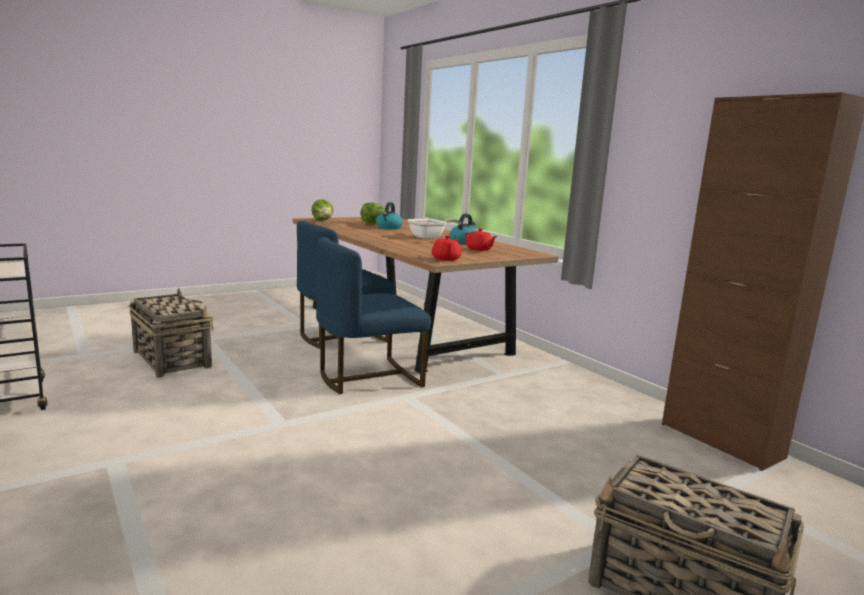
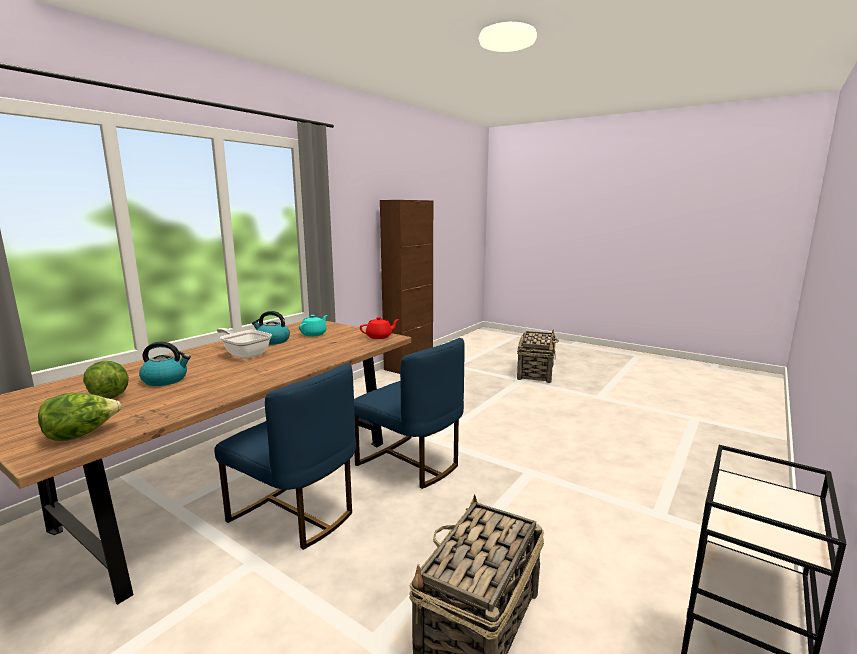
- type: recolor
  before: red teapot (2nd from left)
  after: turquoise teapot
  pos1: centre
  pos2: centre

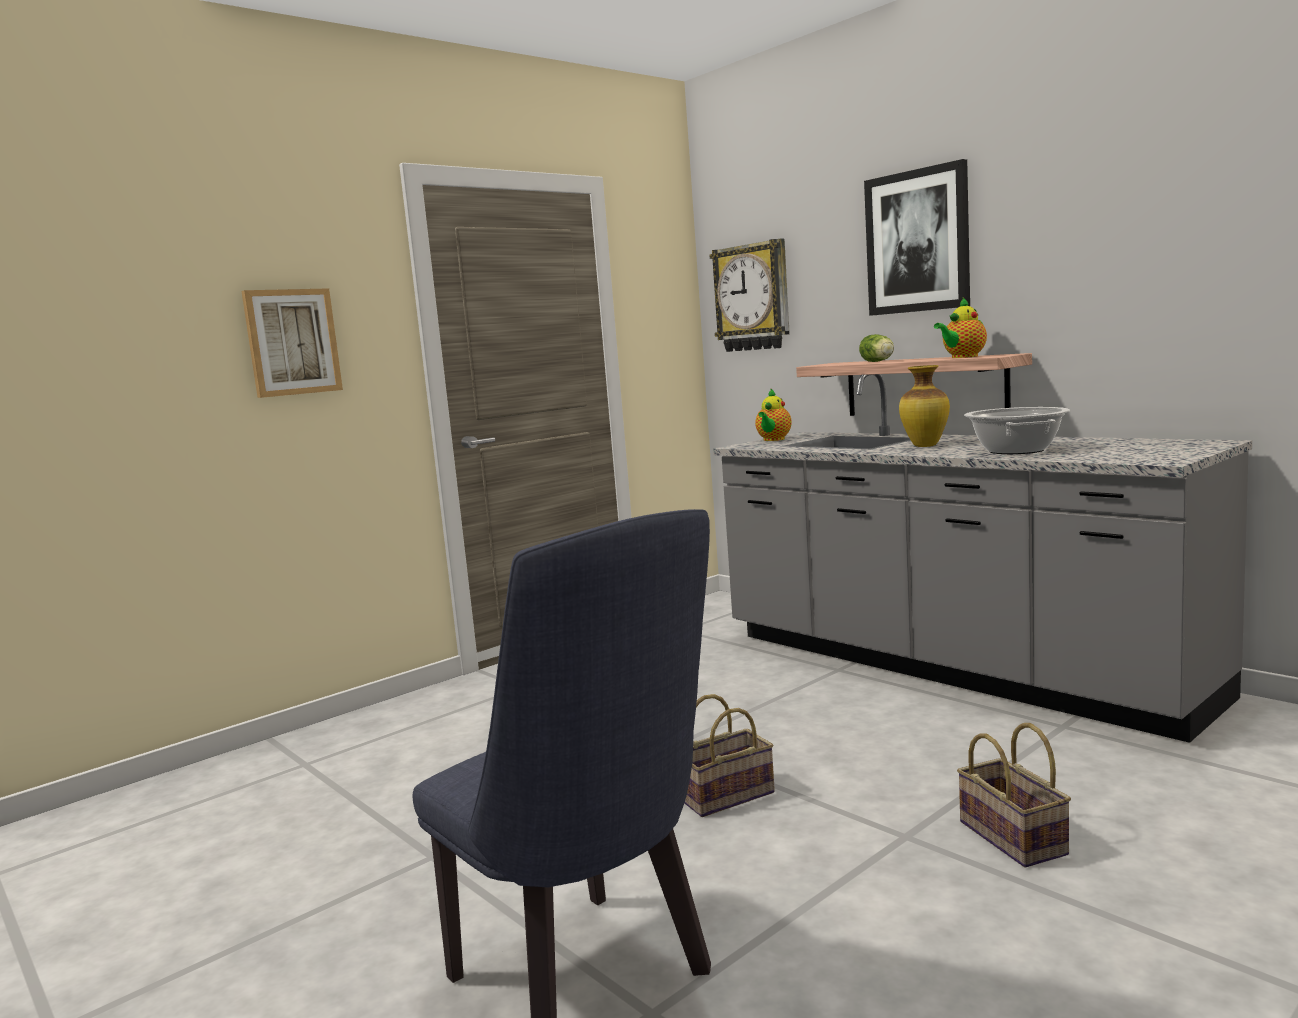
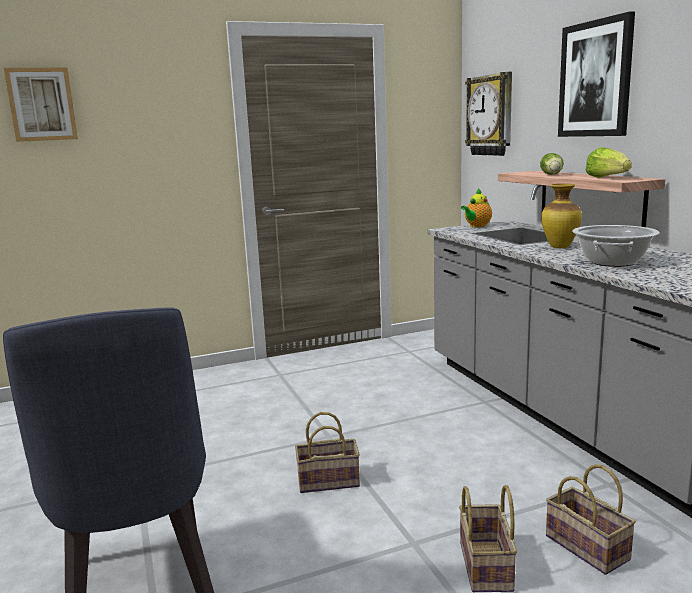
- type: move
  before: picture (1st from left)
  pos1: middle left
  pos2: top left
- type: replace
  before: teapot (2nd from left)
  after: lettuce (2nd from left)
  pos1: top right
  pos2: top right
- type: insert
  after: basket (3rd from left)
  pos2: bottom right

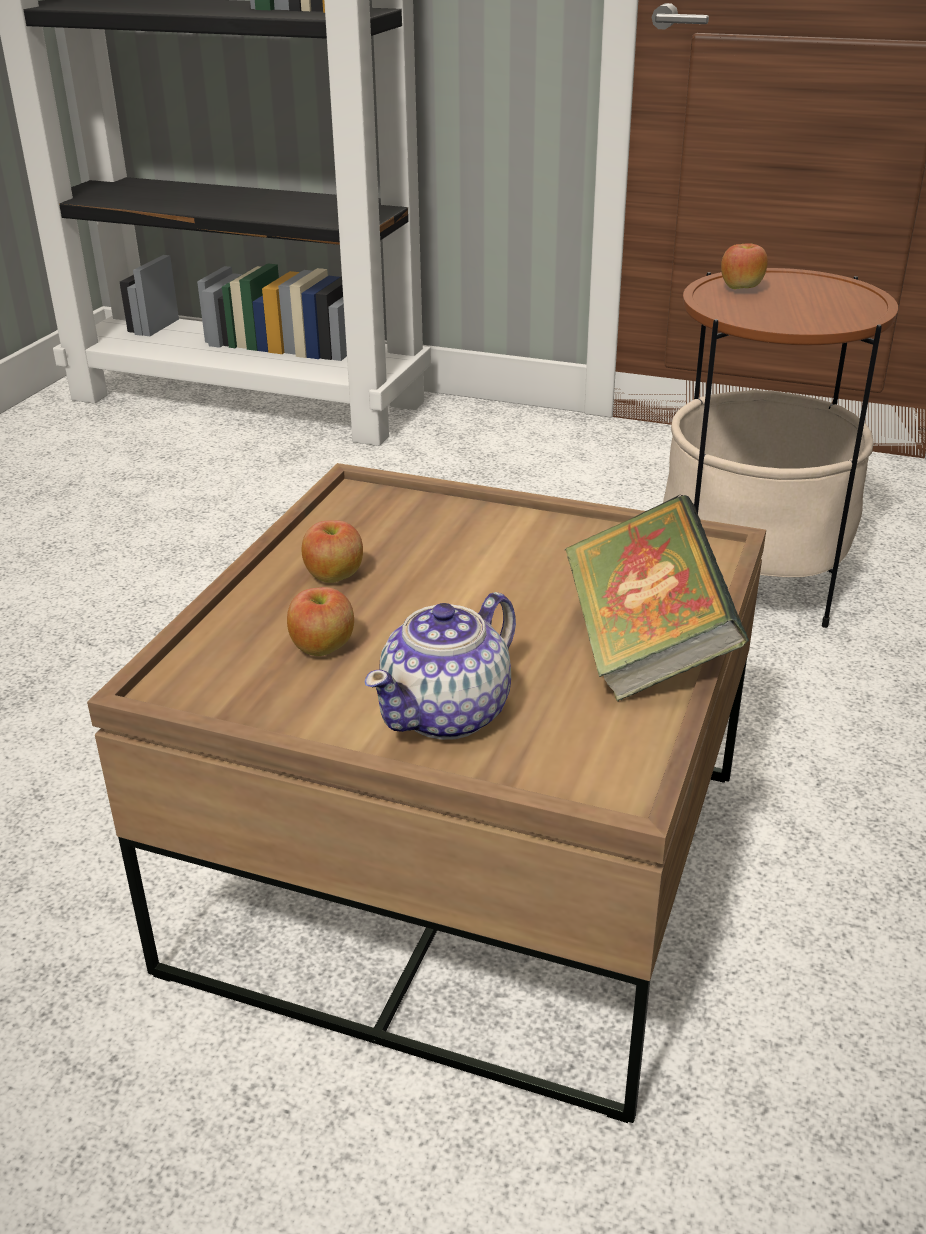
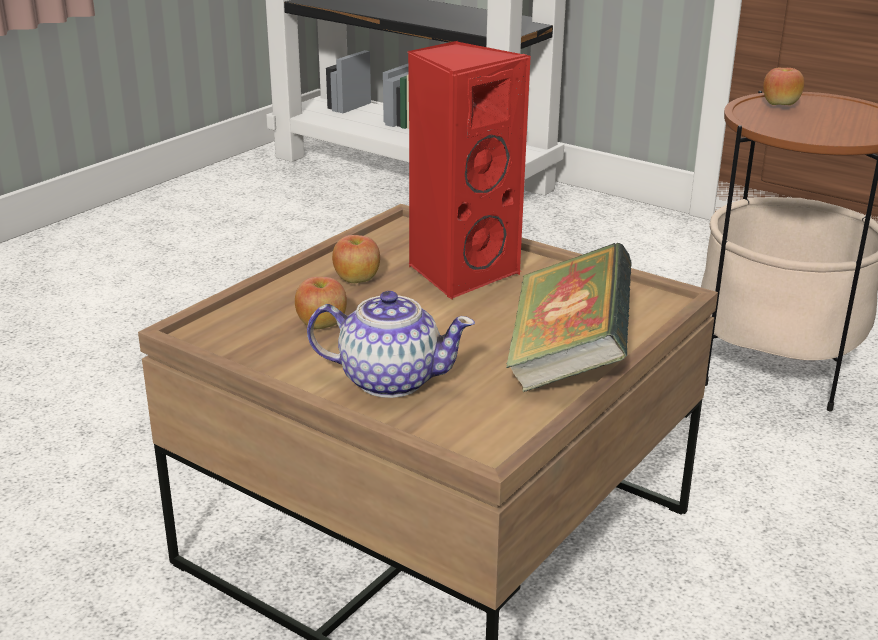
- type: rotate
  before: teapot
  pos1: centre
  pos2: centre
  turn: -135
- type: insert
  after: red speaker
  pos2: top centre

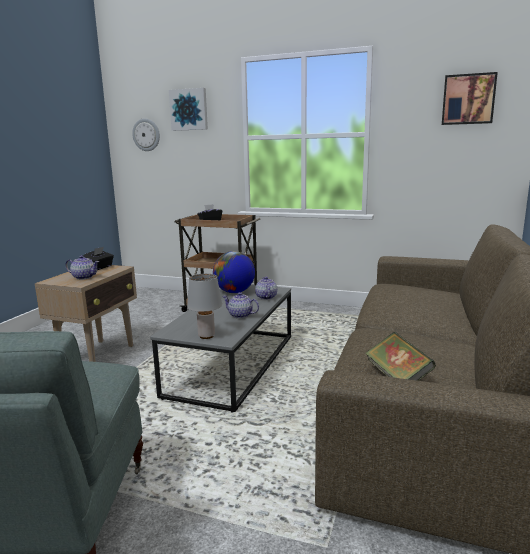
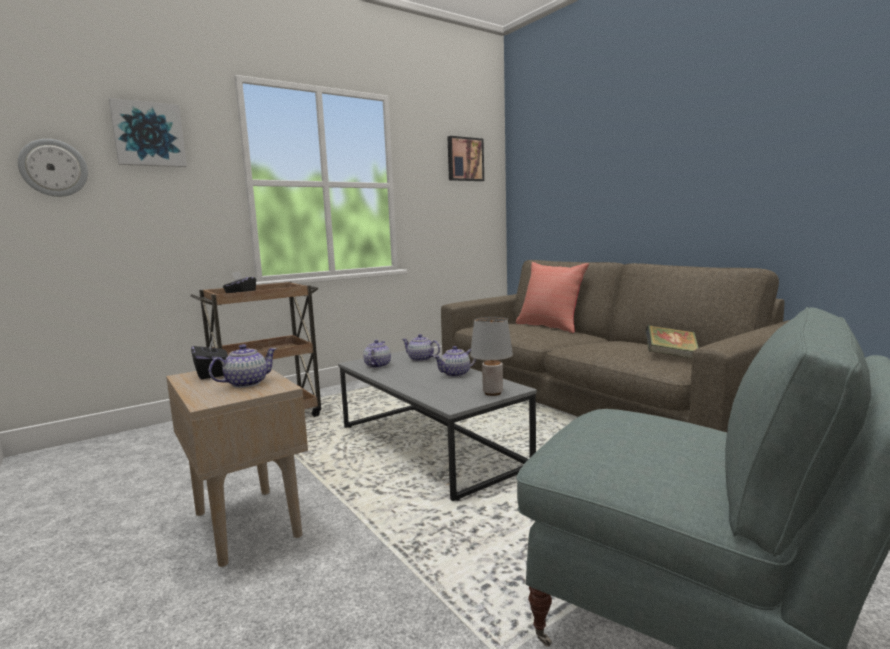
- type: replace
  before: globe
  after: teapot (2nd from left)
  pos1: centre
  pos2: centre
- type: insert
  after: red pillow
  pos2: centre

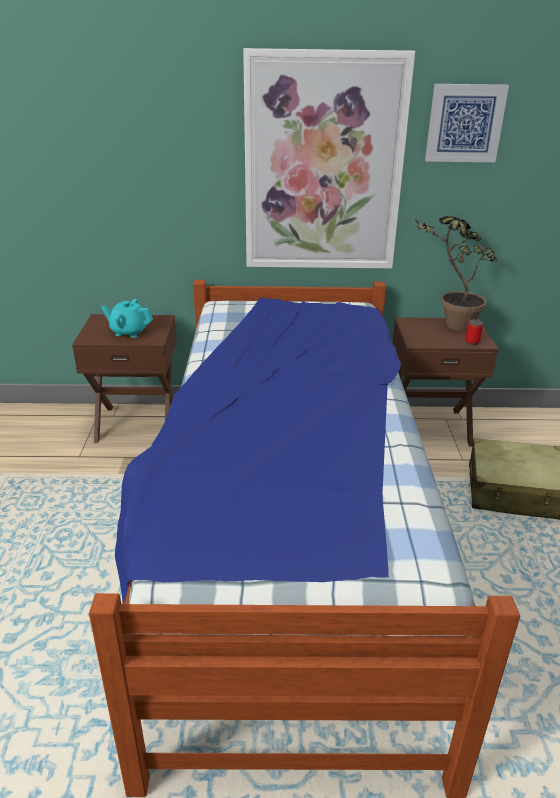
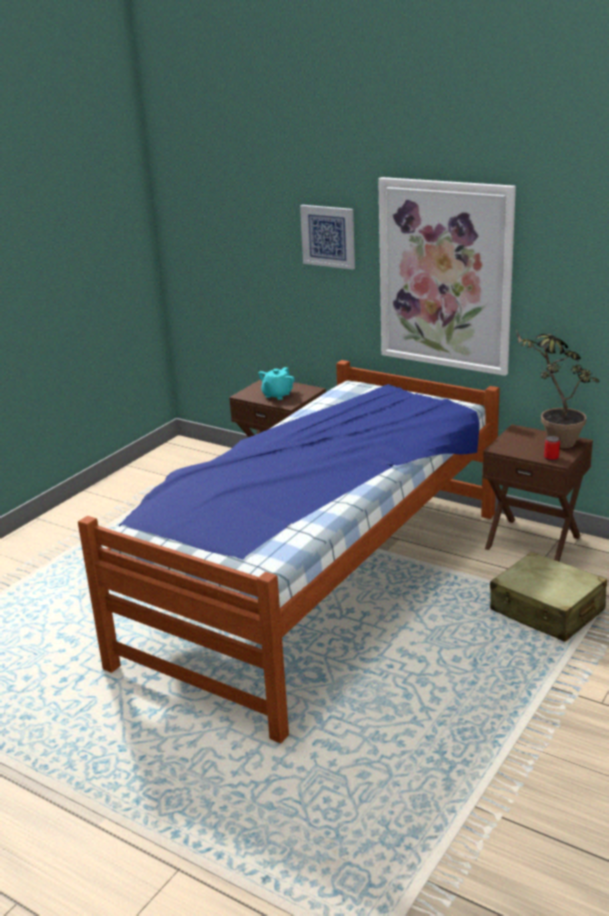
- type: rotate
  before: turquoise teapot
  pos1: middle left
  pos2: centre
  turn: -105
- type: move
  before: picture (2nd from left in the first image)
  after: picture (1st from left)
  pos1: top right
  pos2: top centre

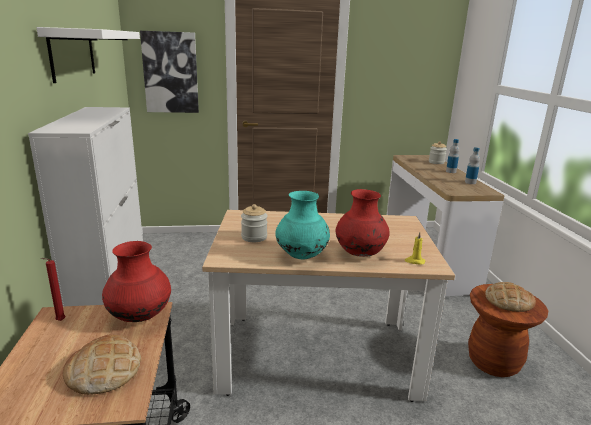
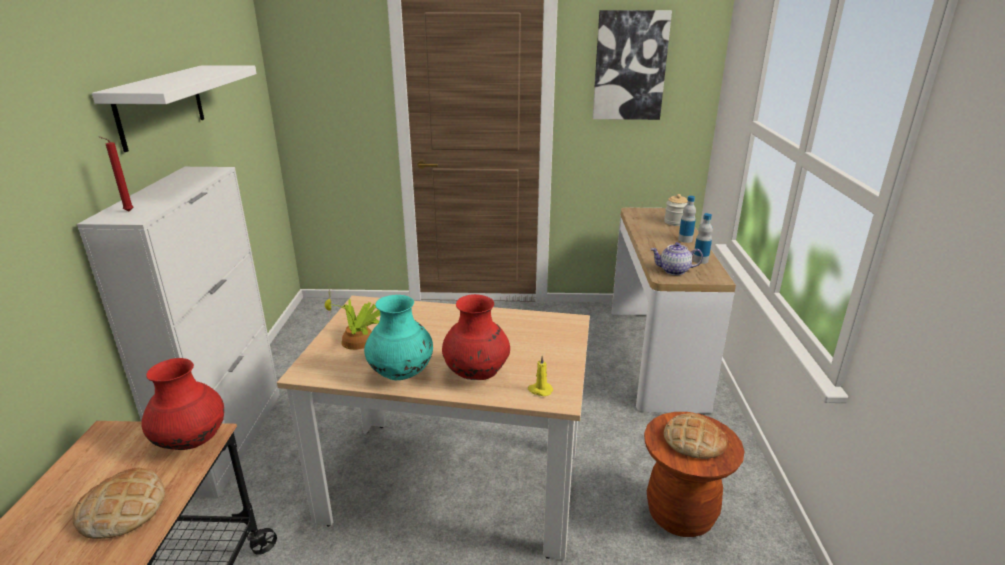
- type: move
  before: red candle
  pos1: bottom left
  pos2: top left
- type: move
  before: picture
  pos1: top left
  pos2: top centre
- type: replace
  before: jar (1st from left)
  after: potted plant
  pos1: centre
  pos2: centre
- type: insert
  after: teapot
  pos2: middle right

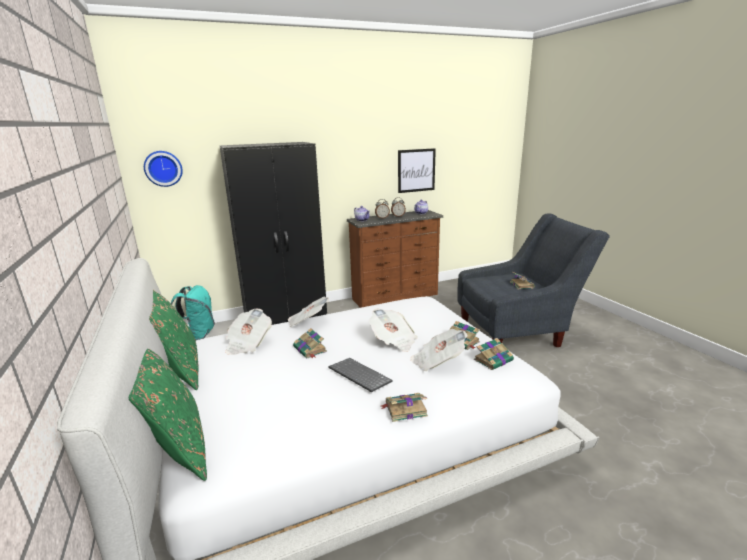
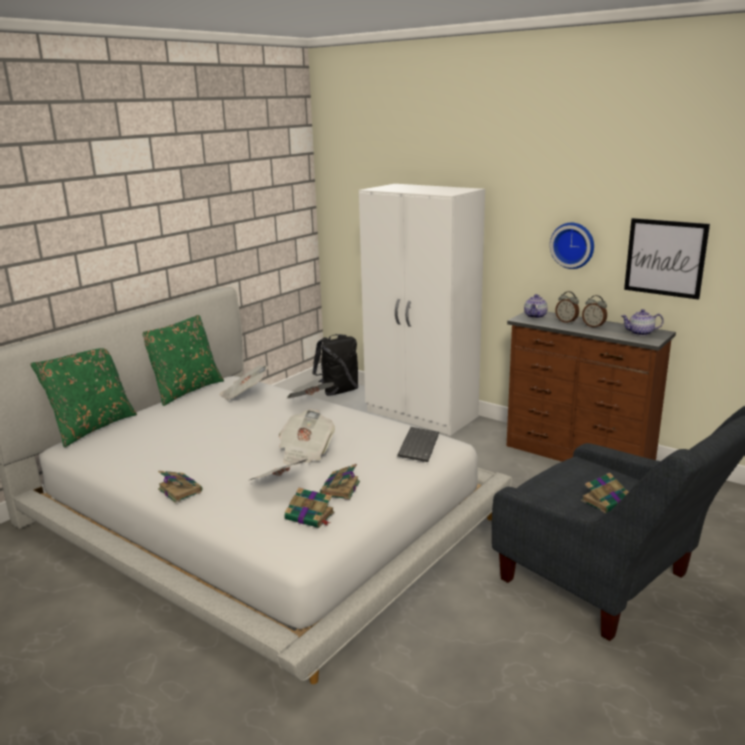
- type: move
  before: wall clock
  pos1: top left
  pos2: top right
- type: recolor
  before: turquoise backpack
  after: black backpack
  pos1: middle left
  pos2: centre
- type: recolor
  before: black wardrobe
  after: white wardrobe
  pos1: centre
  pos2: centre
- type: delete
  before: book (1st from left)
  pos1: centre
- type: move
  before: keyboard
  pos1: bottom centre
  pos2: centre

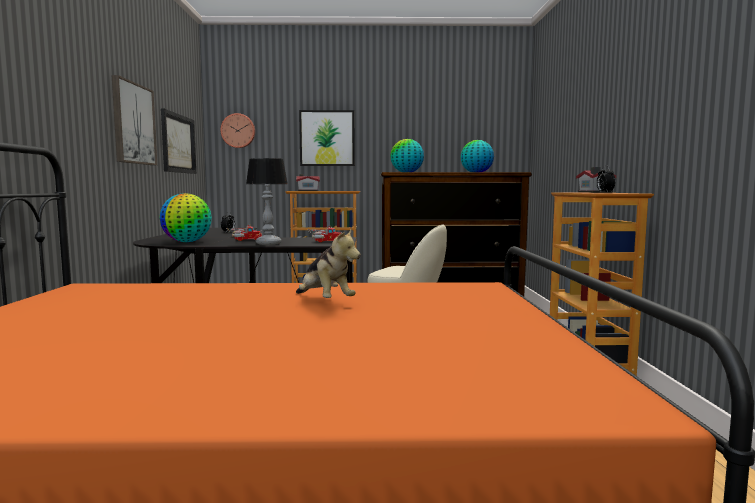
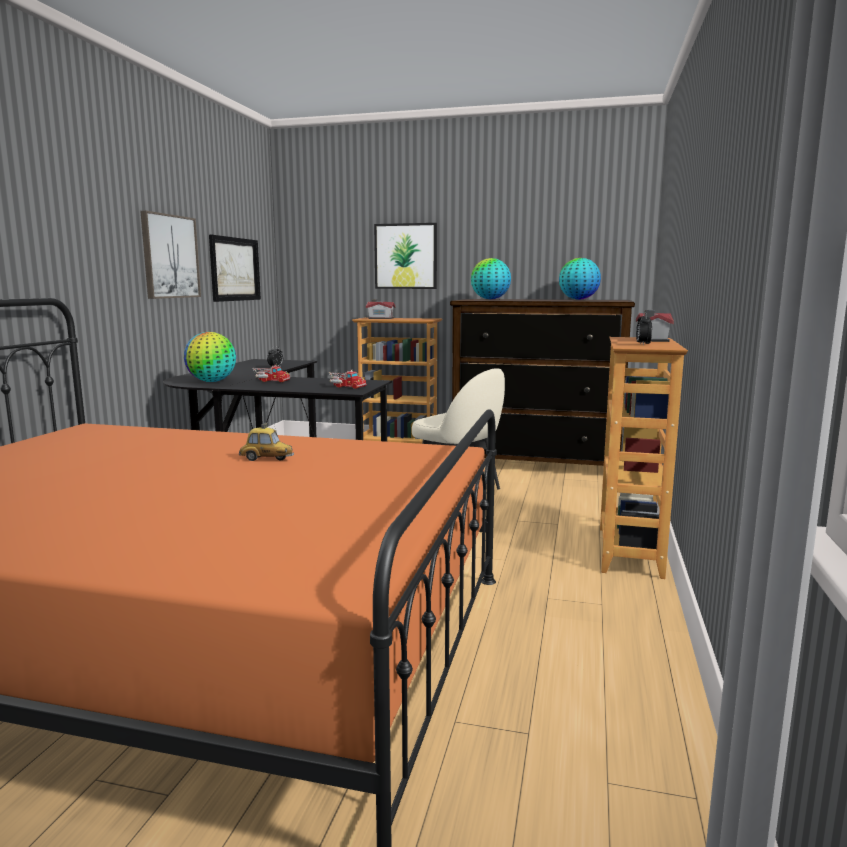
- type: delete
  before: wall clock
  pos1: top left
- type: delete
  before: table lamp
  pos1: centre
- type: replace
  before: plush toy
  after: toy car
  pos1: centre
  pos2: middle left

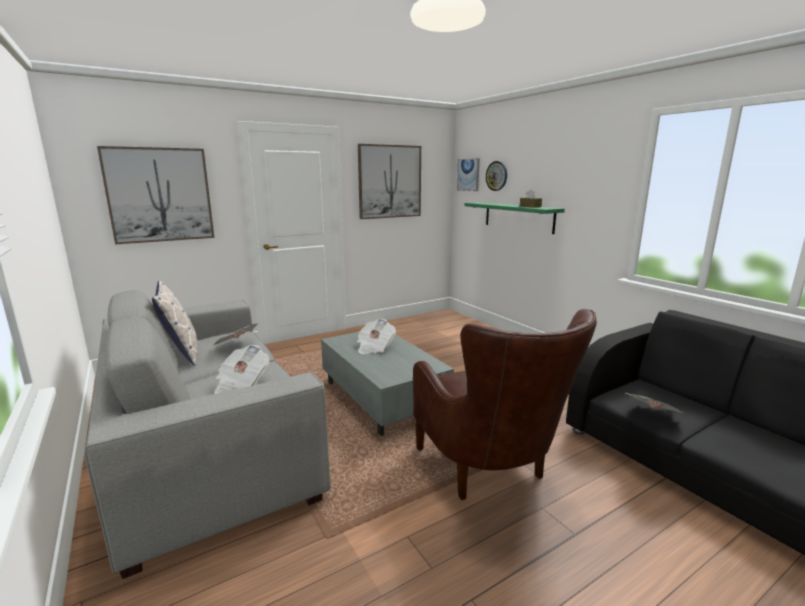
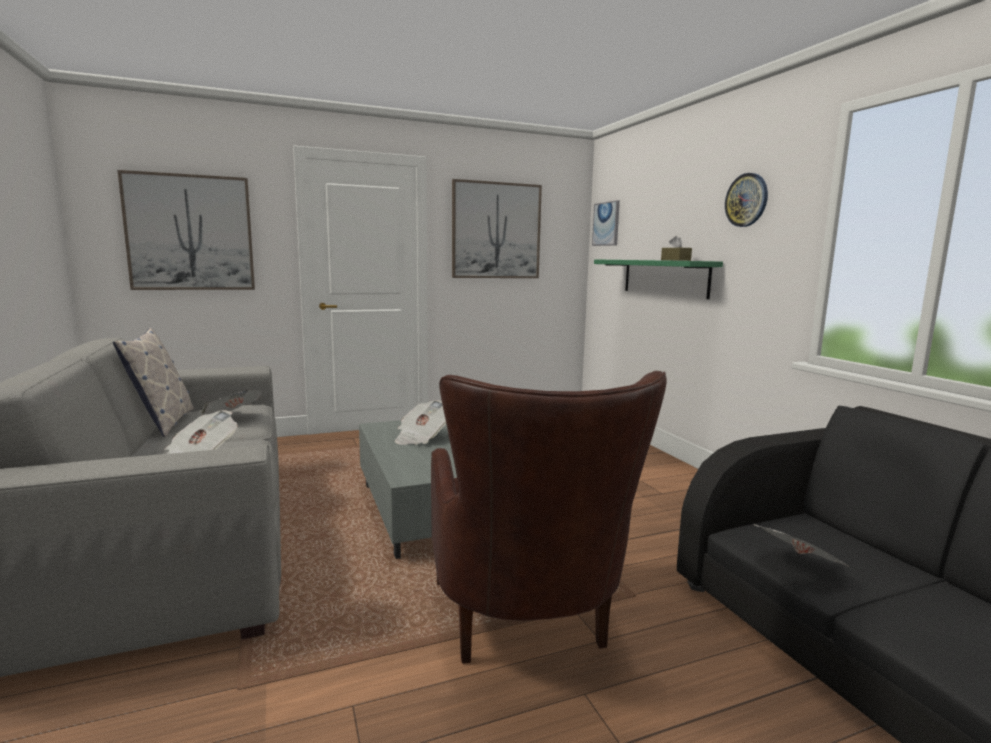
- type: move
  before: wall clock
  pos1: top centre
  pos2: top right

